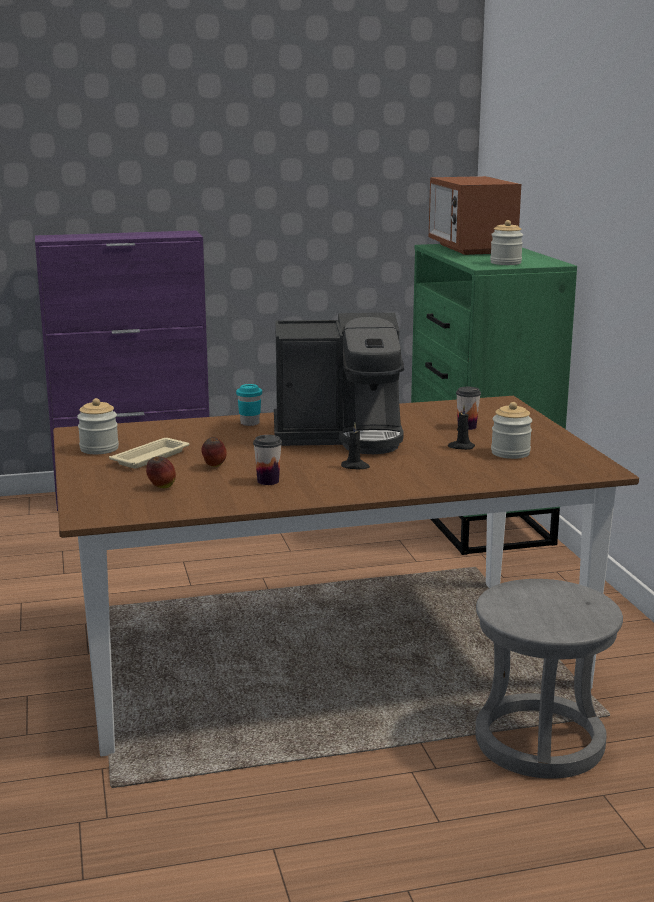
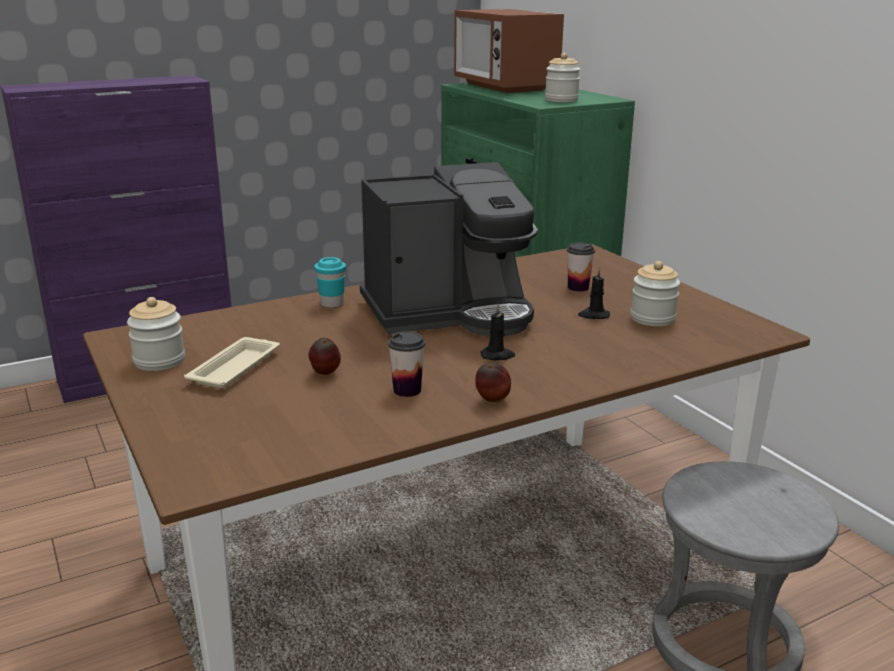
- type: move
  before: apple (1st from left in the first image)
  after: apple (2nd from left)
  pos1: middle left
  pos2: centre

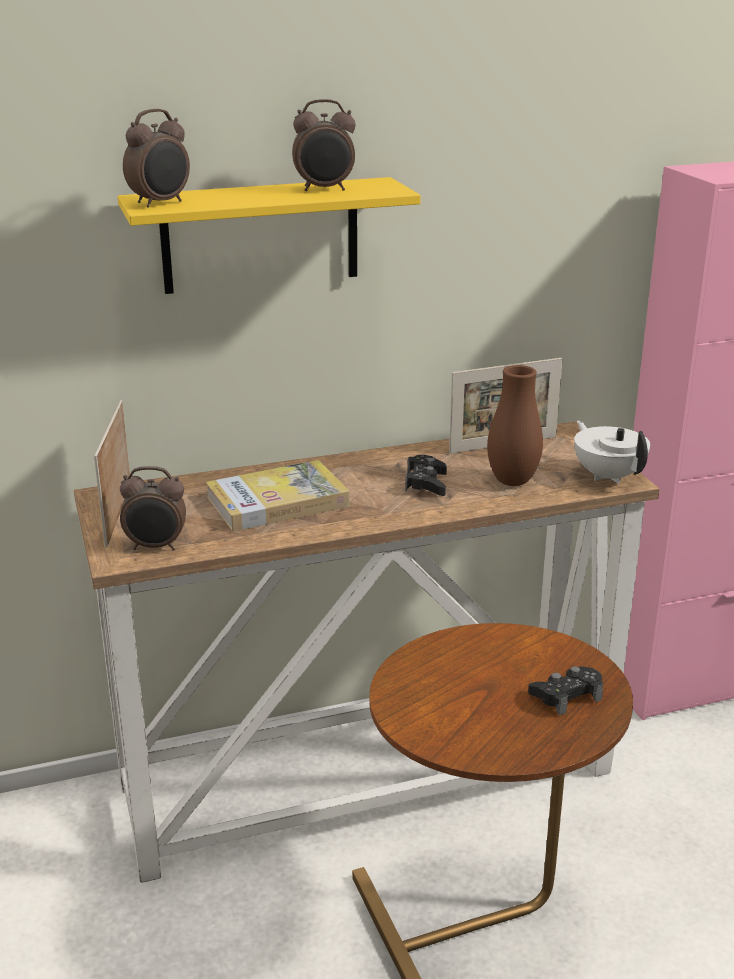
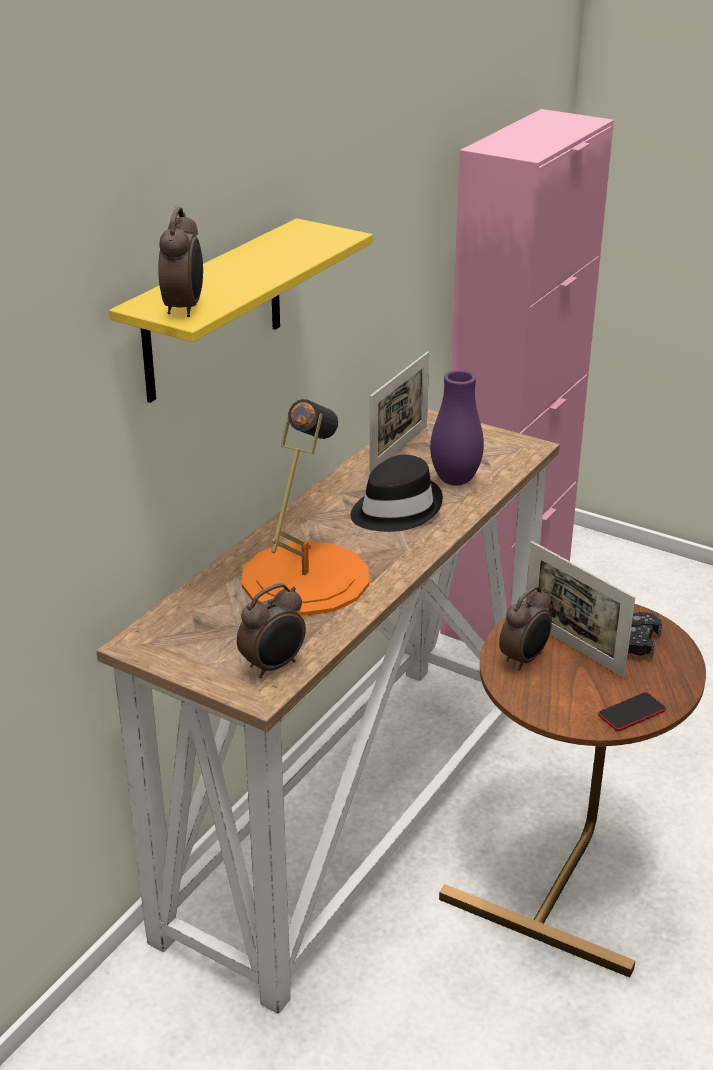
- type: move
  before: picture frame (1st from left in the first image)
  after: picture frame (2nd from left)
  pos1: middle left
  pos2: middle right
- type: replace
  before: book
  after: orange table lamp
  pos1: centre
  pos2: centre
- type: move
  before: alarm clock (3rd from left)
  pos1: top centre
  pos2: middle right
- type: replace
  before: black game controller (1st from left)
  after: black hat
  pos1: centre
  pos2: centre
- type: recolor
  before: brown vase
  after: purple vase
  pos1: middle right
  pos2: centre
- type: delete
  before: white teapot
  pos1: middle right
- type: insert
  after: phone
  pos2: middle right

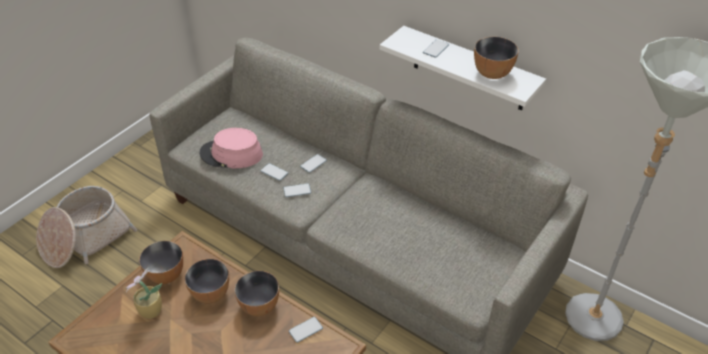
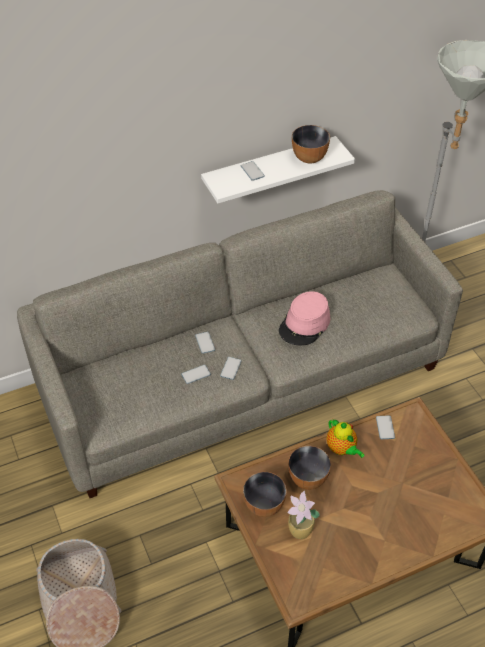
- type: move
  before: pink hat
  pos1: middle left
  pos2: centre
- type: replace
  before: bowl (3rd from left)
  after: teapot
  pos1: bottom centre
  pos2: bottom right

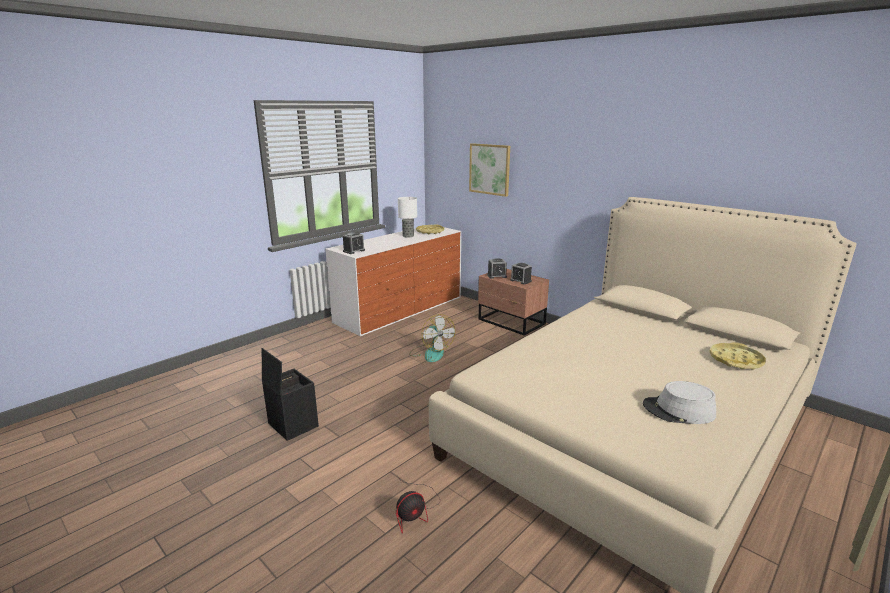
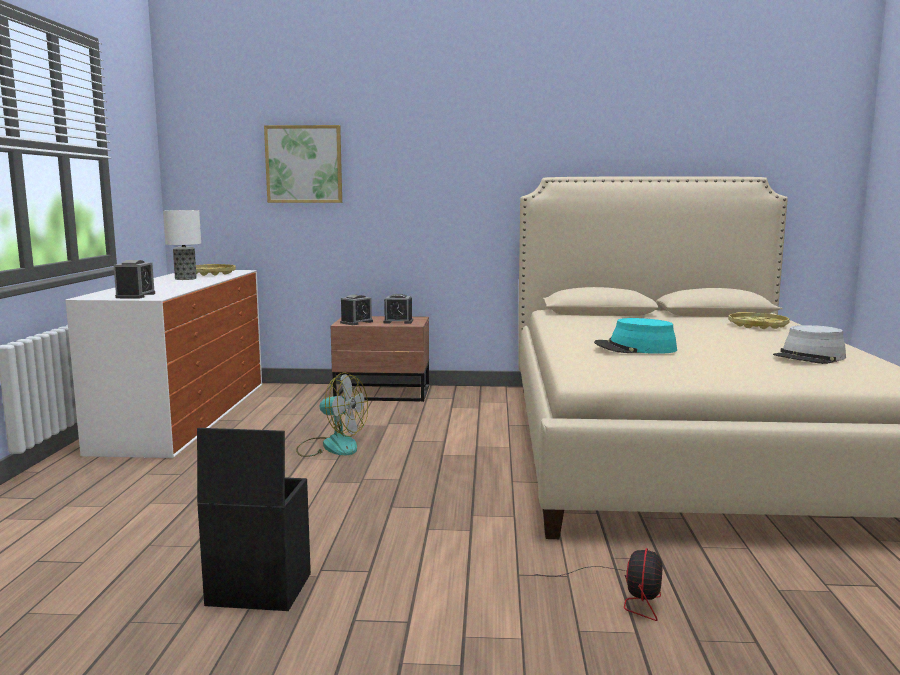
- type: insert
  after: turquoise hat
  pos2: middle right

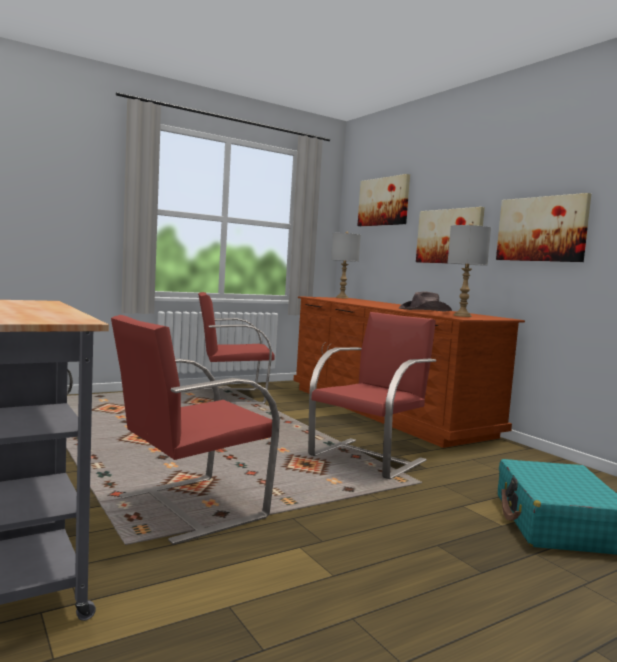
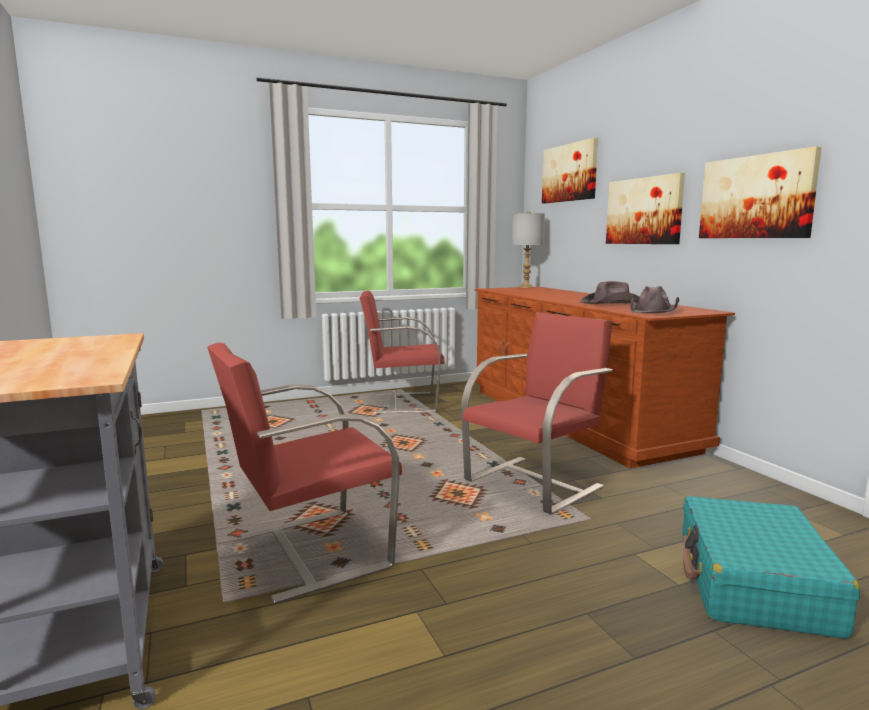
- type: replace
  before: grey table lamp (2nd from left)
  after: brown hat (2nd from left)
  pos1: middle right
  pos2: middle right

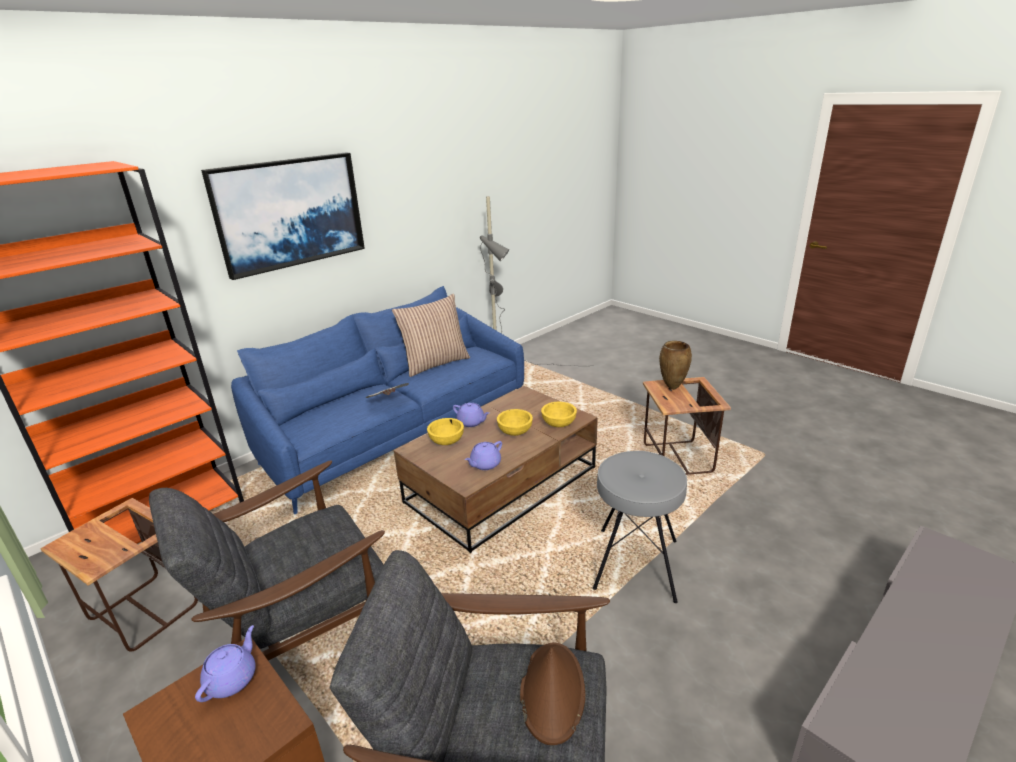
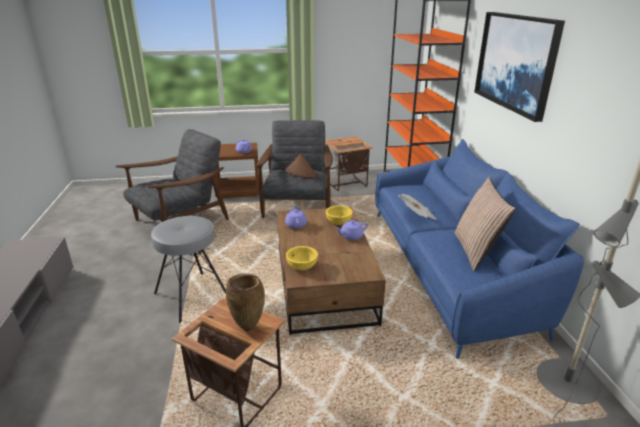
- type: delete
  before: yellow bowl (2nd from left)
  pos1: centre
- type: move
  before: brown hat
  pos1: bottom centre
  pos2: centre

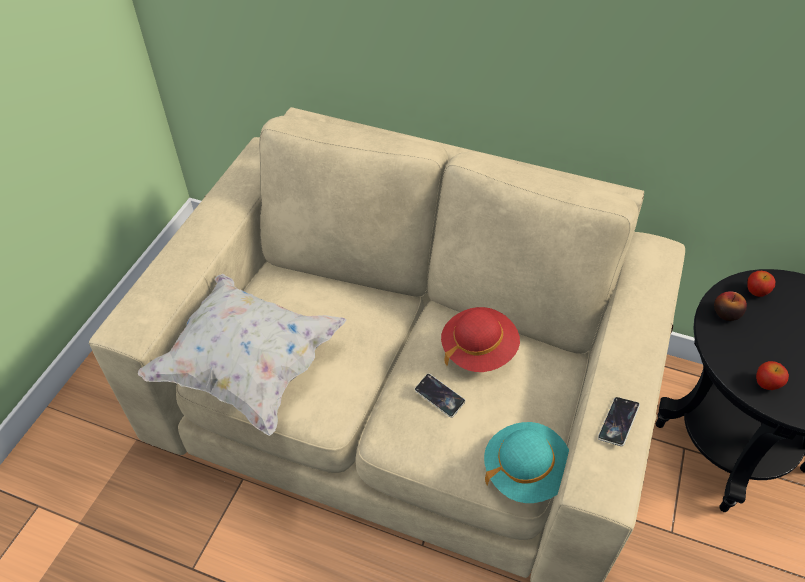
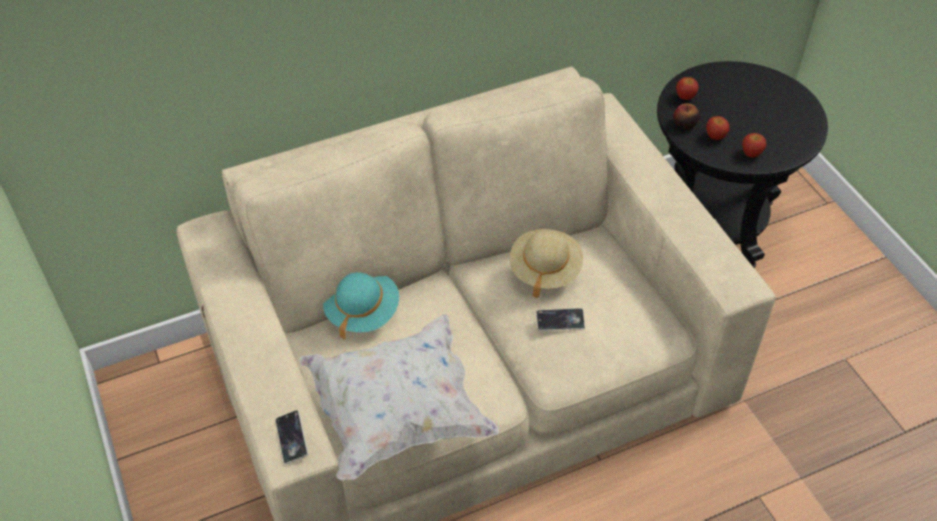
- type: recolor
  before: red hat
  after: beige hat
  pos1: centre
  pos2: centre
- type: move
  before: turquoise hat
  pos1: bottom centre
  pos2: centre
- type: move
  before: phone (2nd from left in the first image)
  after: phone (1st from left)
  pos1: bottom right
  pos2: bottom left
- type: insert
  after: apple (3rd from left)
  pos2: top right

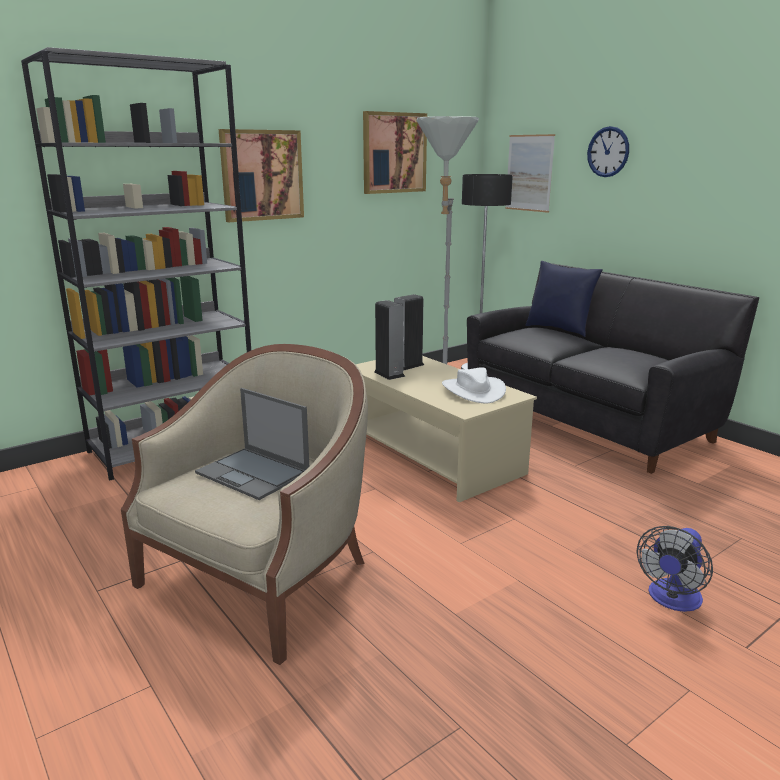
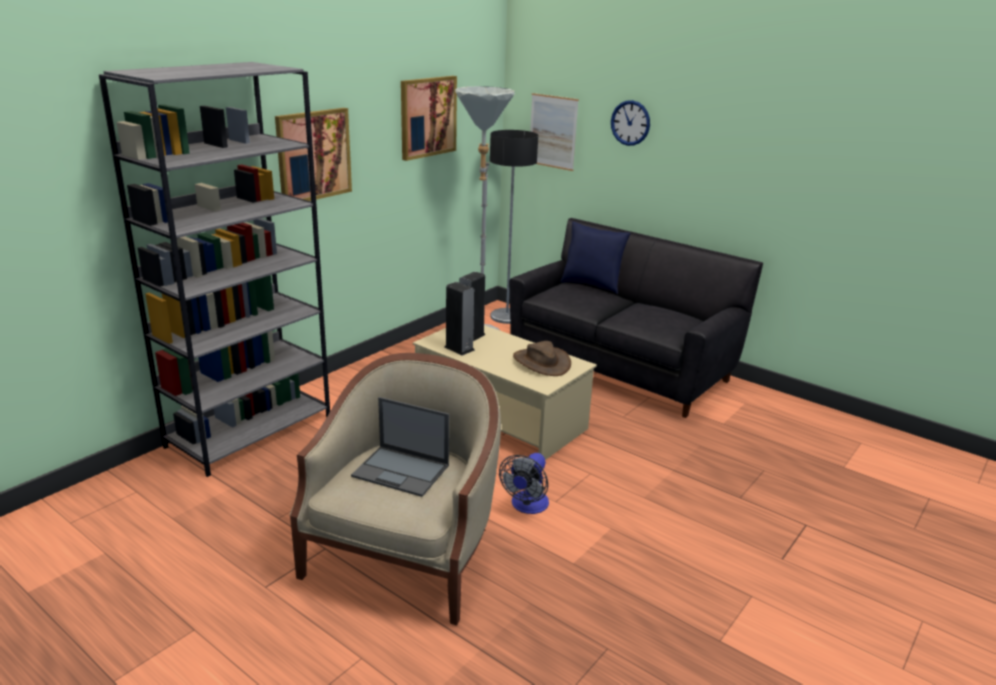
- type: recolor
  before: white hat
  after: brown hat
  pos1: centre
  pos2: centre
- type: move
  before: fan
  pos1: bottom right
  pos2: bottom centre

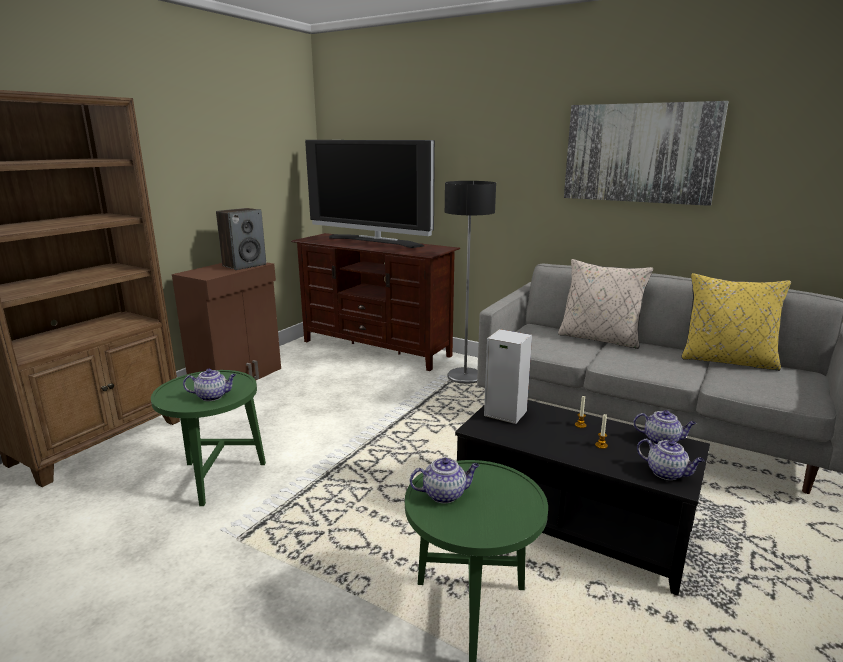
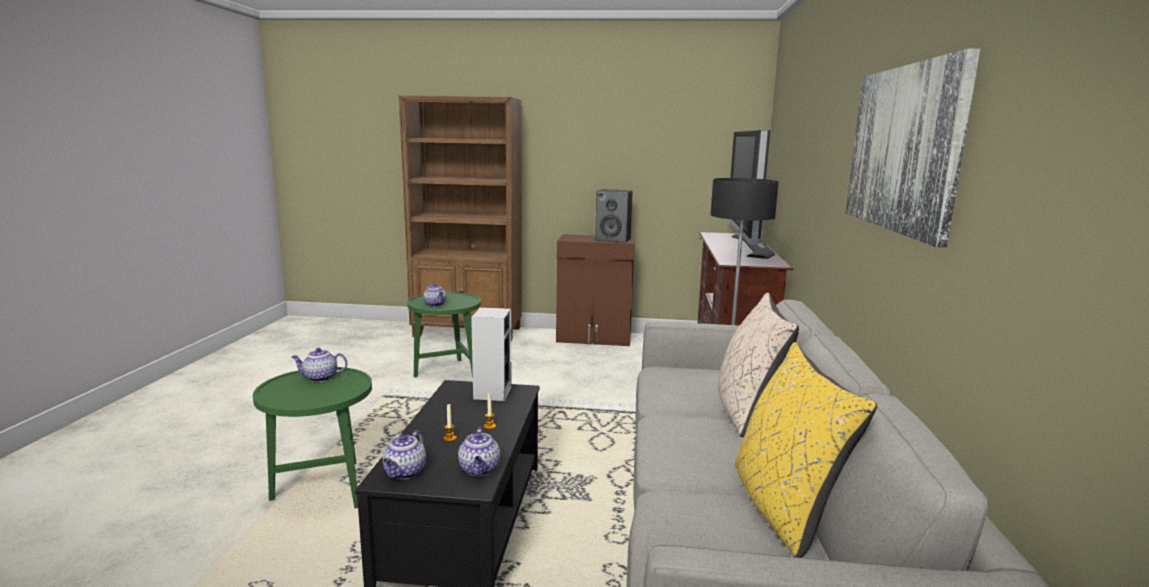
- type: rotate
  before: teapot (2nd from left in the first image)
  pos1: bottom centre
  pos2: middle left
  turn: 120

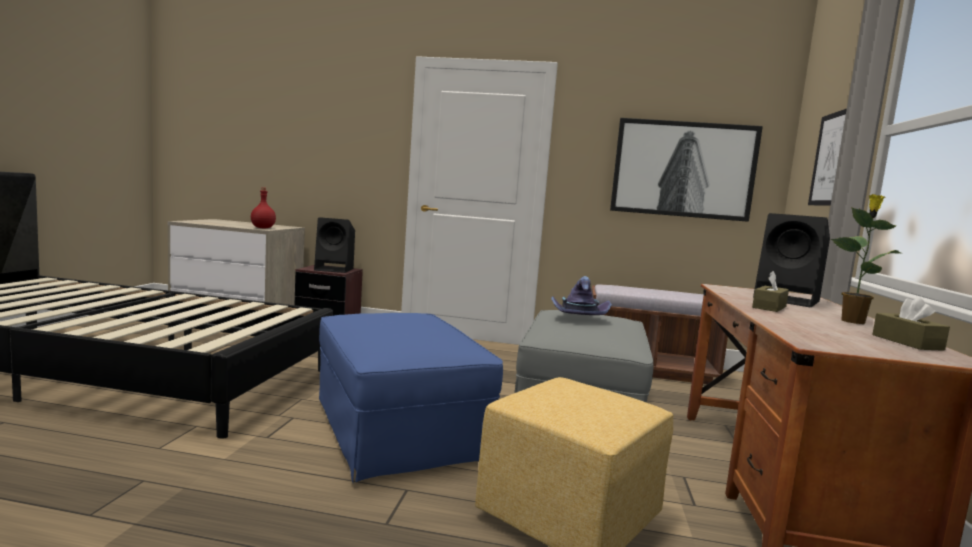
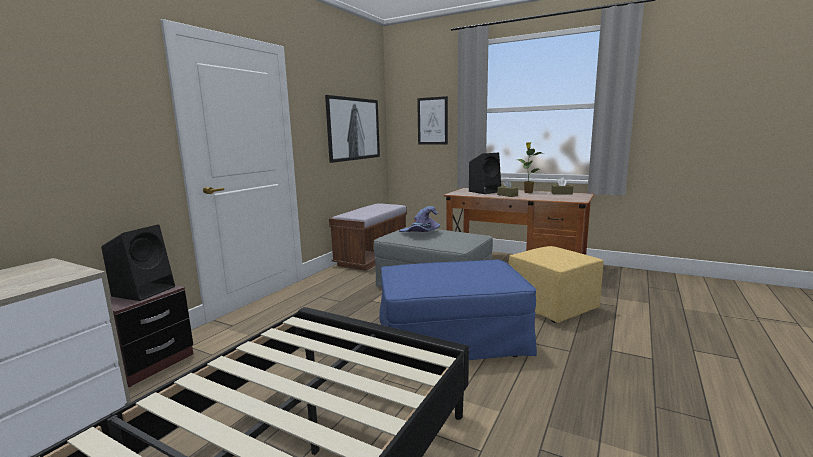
- type: delete
  before: red bottle
  pos1: middle left

